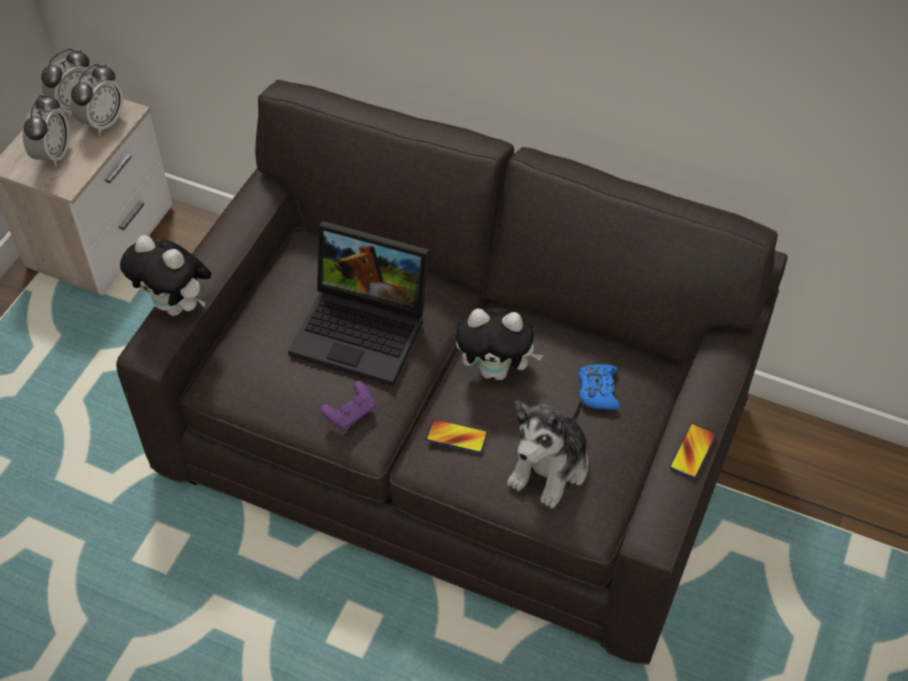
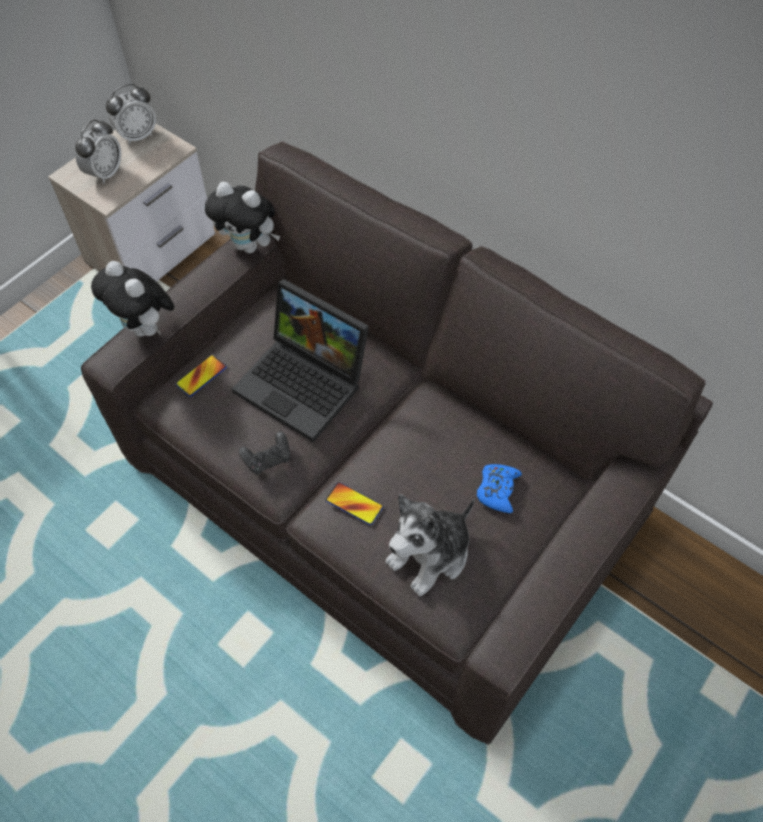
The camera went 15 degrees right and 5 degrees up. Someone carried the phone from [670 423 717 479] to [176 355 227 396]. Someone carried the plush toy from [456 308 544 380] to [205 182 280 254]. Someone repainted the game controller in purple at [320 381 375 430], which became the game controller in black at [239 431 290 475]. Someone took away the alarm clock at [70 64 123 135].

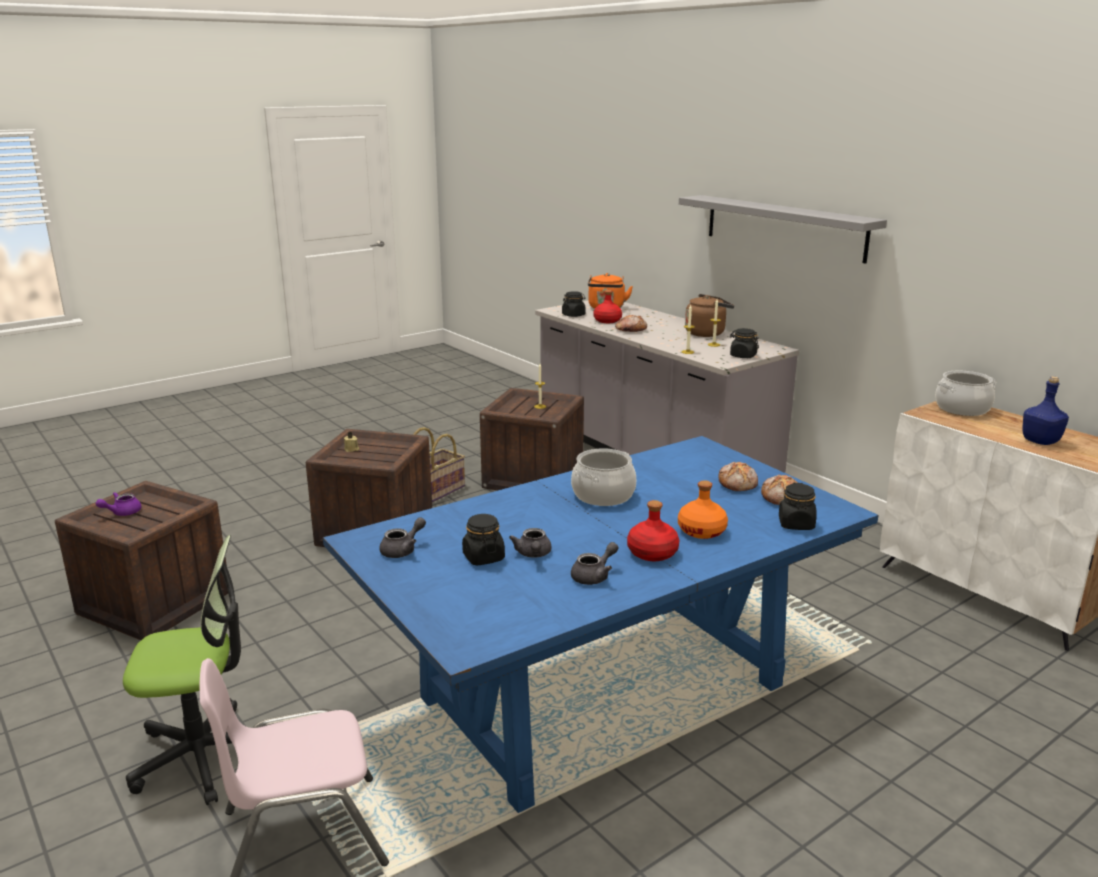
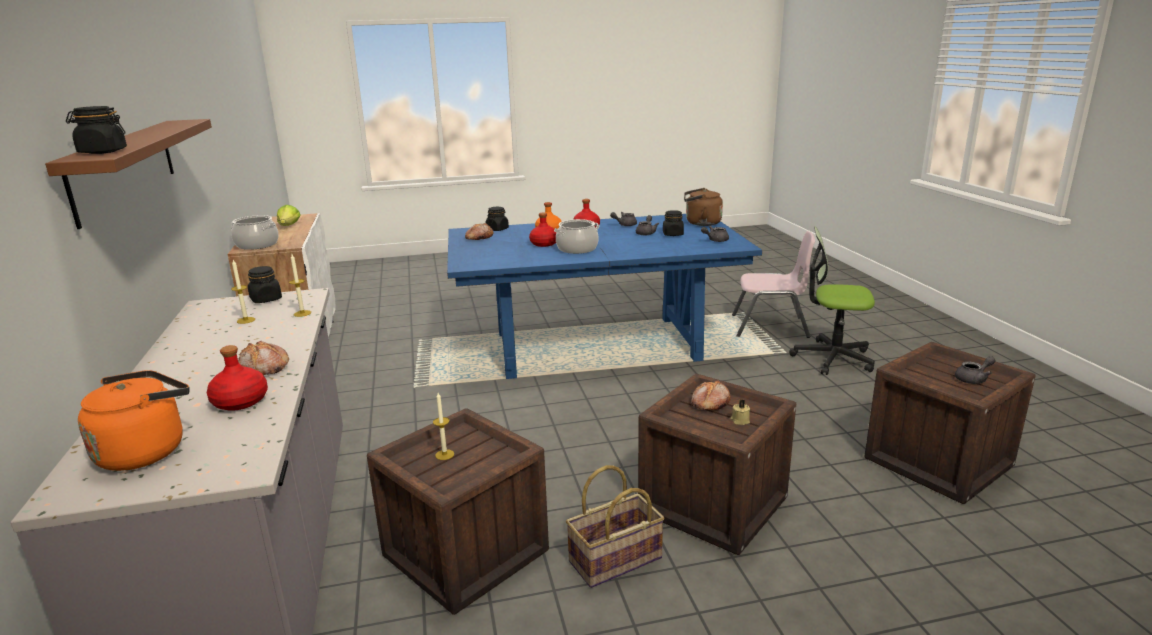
The camera went 155 degrees left and 0 degrees up. Someone repainted the shelf in grey at [679 195 887 264], which became the shelf in brown at [45 119 212 229]. Someone carried the jar in black from [562 291 586 317] to [66 106 127 154]. Someone swapped the bottle in blue at [1022 376 1069 445] for the lettuce at [277 205 300 226]. Someone put down the bottle in red at [529 213 556 247]. Someone carried the kettle in brown from [685 294 734 337] to [684 188 723 226]. Someone carried the bread from [718 462 758 491] to [691 380 731 410]. Someone repainted the teapot in purple at [96 492 142 516], which became the teapot in grey at [955 356 996 384].

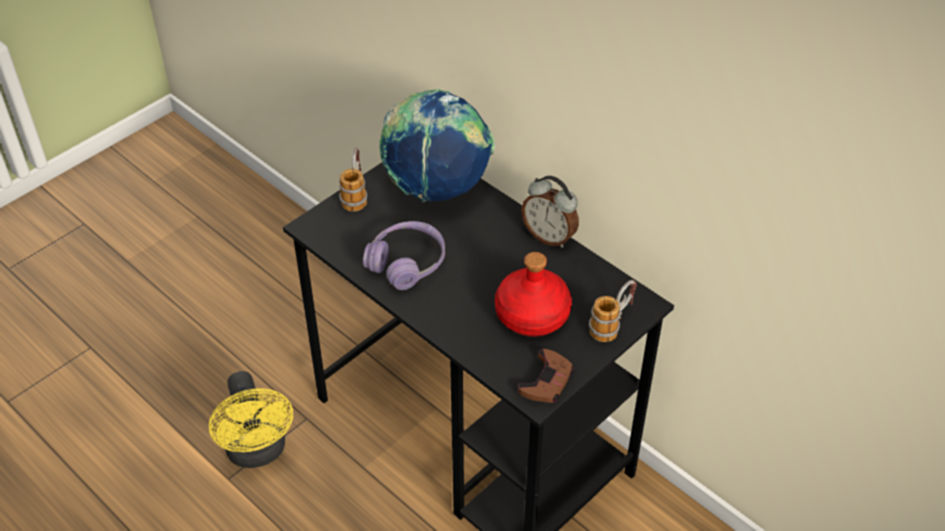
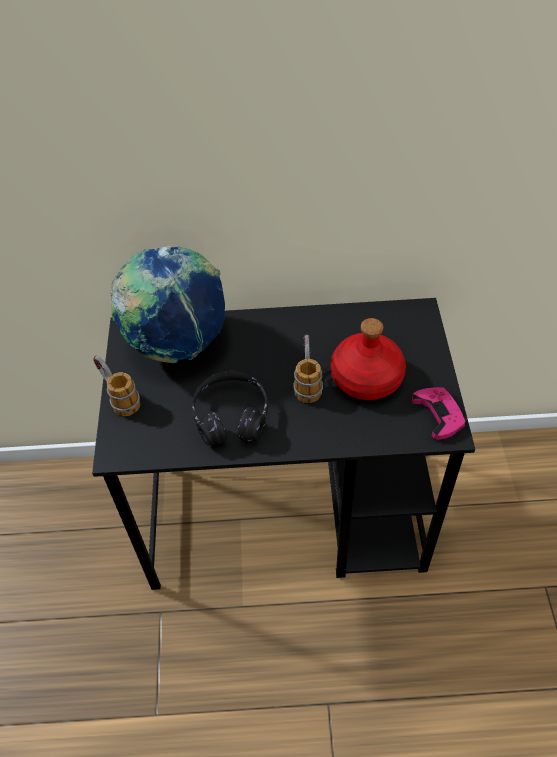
The camera went 45 degrees left and 5 degrees up. Someone repainted the headphones in purple at [363 221 445 290], which became the headphones in black at [192 370 268 446]. Someone carried the mug from [589 280 637 342] to [294 334 323 403]. Someone repainted the game controller in brown at [518 349 574 403], which became the game controller in pink at [411 387 467 440]. Someone took away the fan in yellow at [209 371 293 468]. Someone took away the alarm clock at [521 176 579 248].

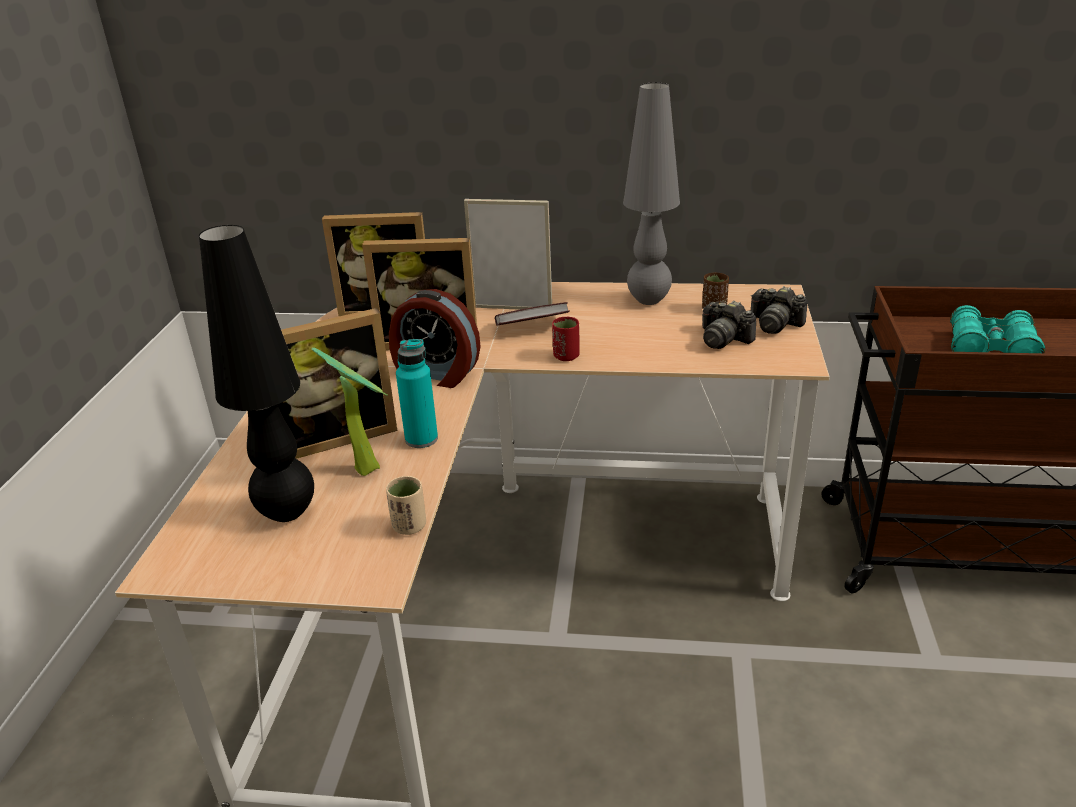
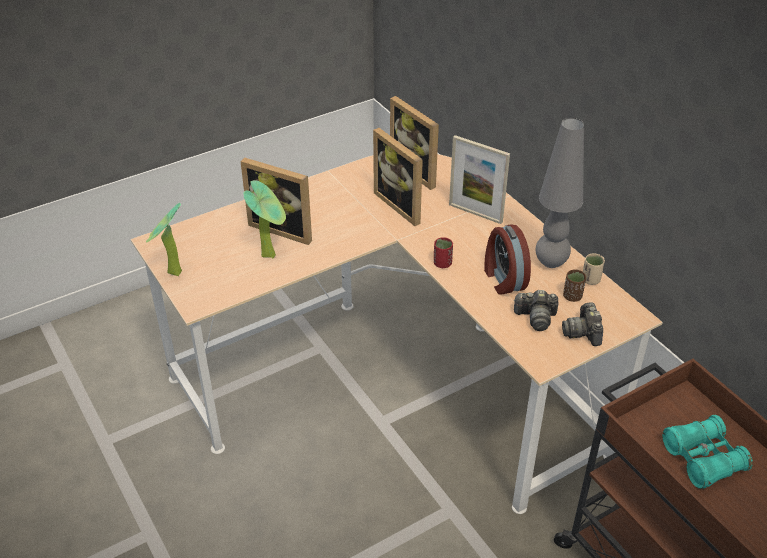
The camera went 50 degrees right and 10 degrees up. Someone put down the potted plant at [146 203 182 276]. Someone rotated the picture frame at [464 199 552 310] by 150 degrees clockwise. Someone carried the alarm clock from [389 289 481 388] to [484 224 531 295]. Someone rotated the photo camera at [702 301 756 349] by 90 degrees counterclockwise. Someone carried the cup in beige from [386 476 426 535] to [583 253 605 285]. Someone took away the table lamp in black at [199 225 314 522]. Someone took away the bottle in turquoise at [396 339 438 448]. Someone took away the book at [495 302 570 325].

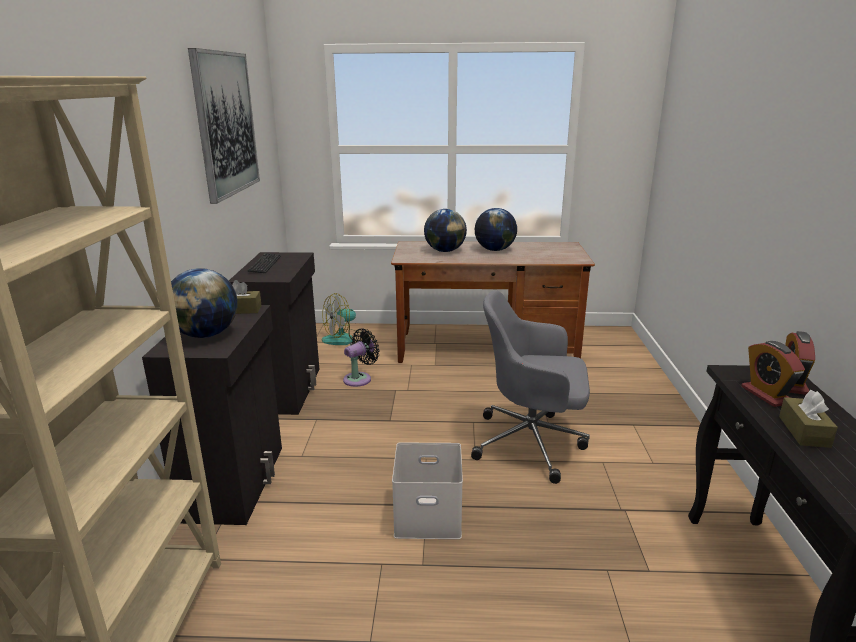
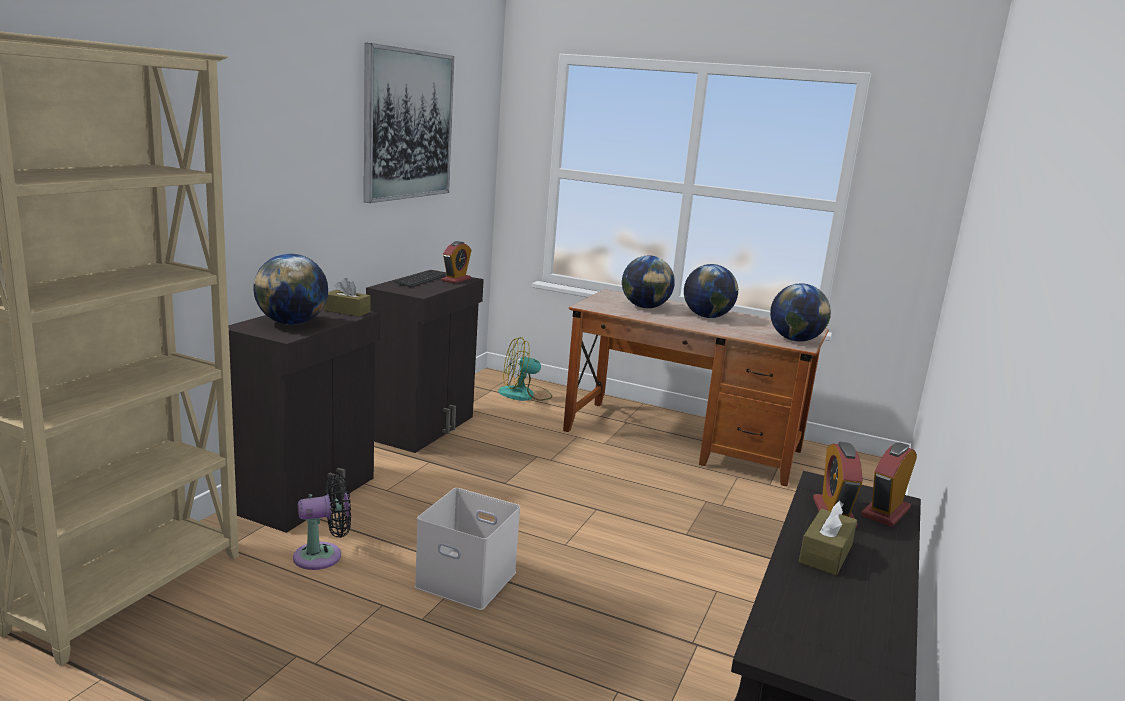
The camera went 20 degrees right and 5 degrees down. Someone carried the fan in black from [343 328 380 387] to [293 474 351 570]. Someone put down the alarm clock at [441 241 472 283]. Someone put down the globe at [770 283 831 342]. Someone took away the office chair in grey at [471 290 590 484].

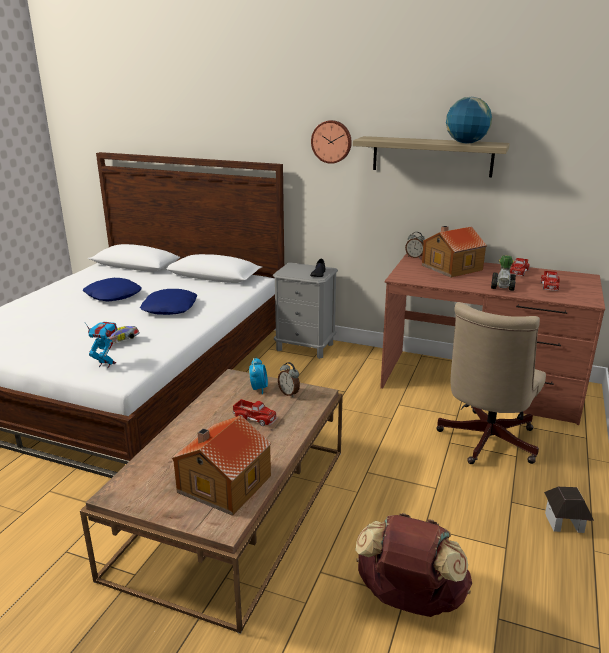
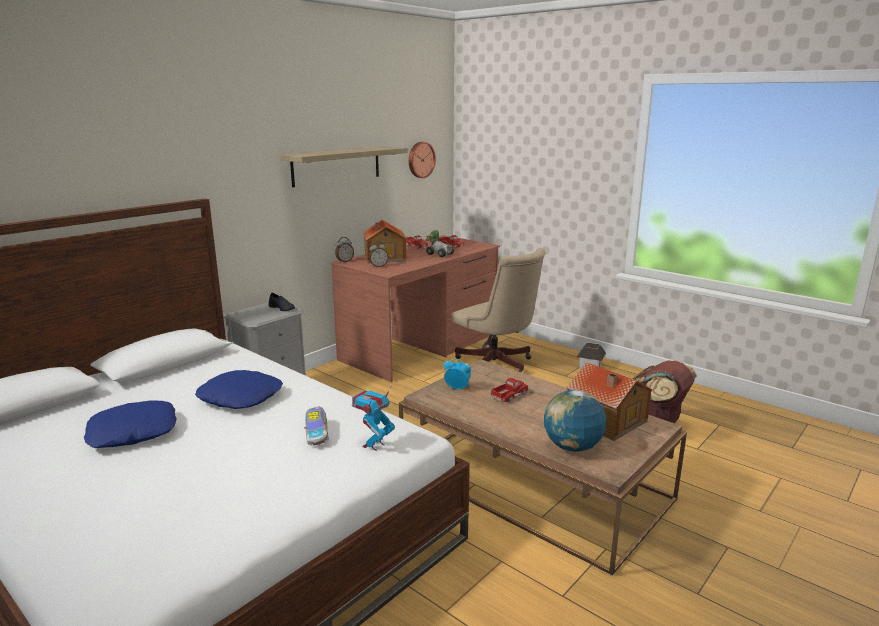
The camera went 70 degrees left and 5 degrees down. Someone carried the alarm clock from [278 362 300 397] to [369 241 389 268]. Someone carried the wall clock from [311 120 352 164] to [409 142 436 178]. Someone carried the globe from [446 97 492 144] to [544 389 606 452].

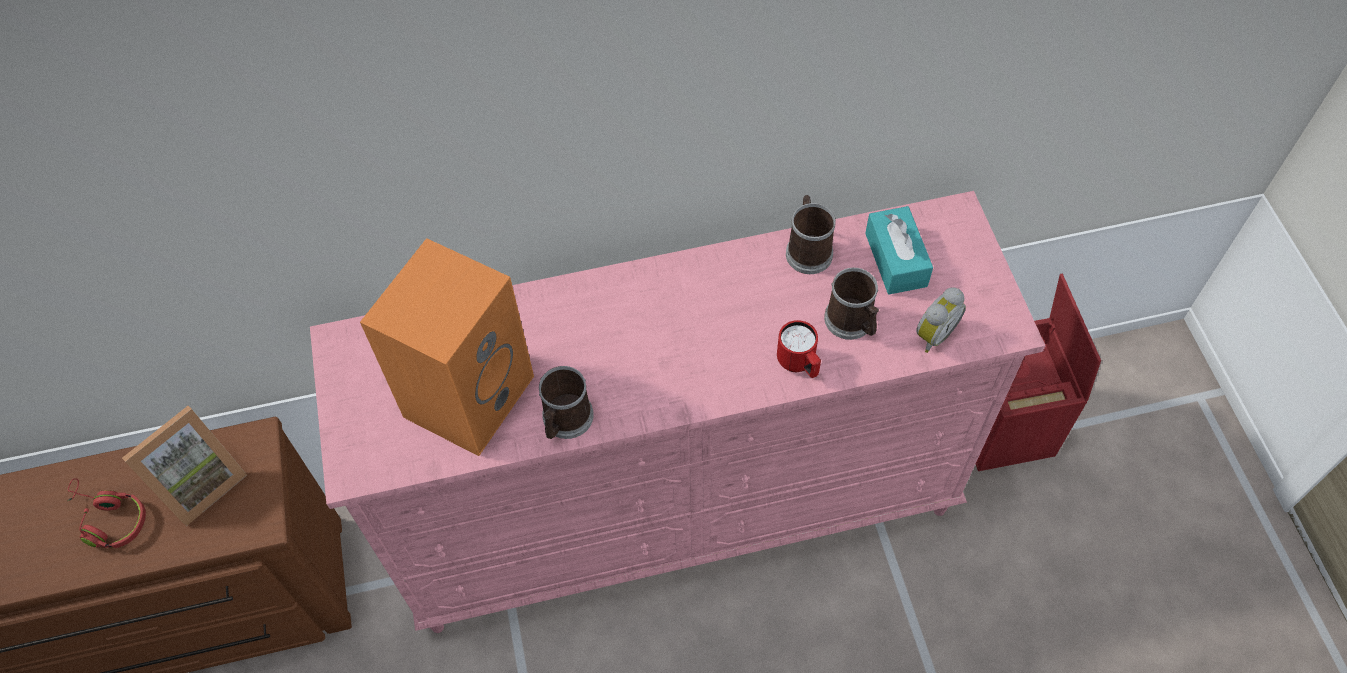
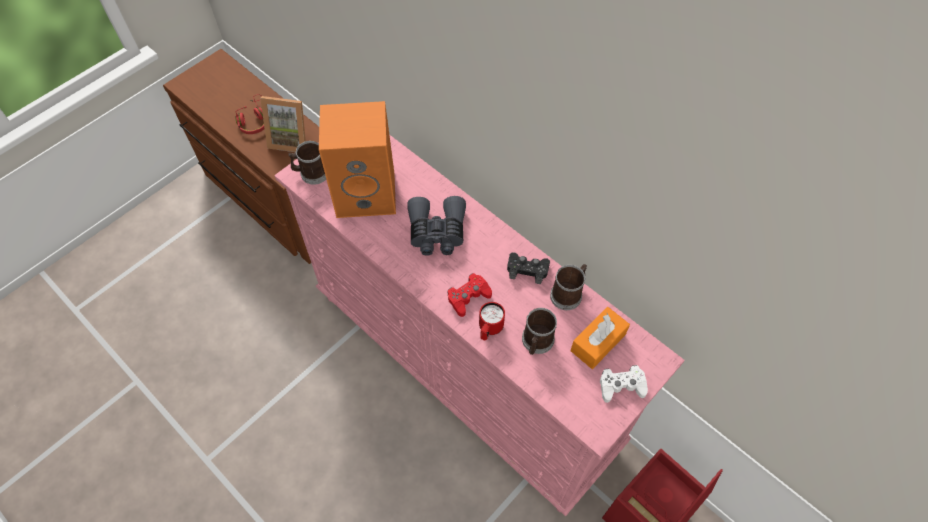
The camera went 55 degrees right and 0 degrees up. Someone carried the mug from [539 366 594 439] to [288 141 326 185]. Someone put down the binoculars in grey at [407 196 466 256]. Someone put down the game controller in red at [448 273 492 317]. Someone put down the game controller in black at [507 252 550 284]. Someone repainted the tissue box in turquoise at [865 206 933 294], which became the tissue box in orange at [571 307 630 369]. Someone put down the game controller in white at [600 365 648 403]. Someone took away the alarm clock at [916 287 966 353].

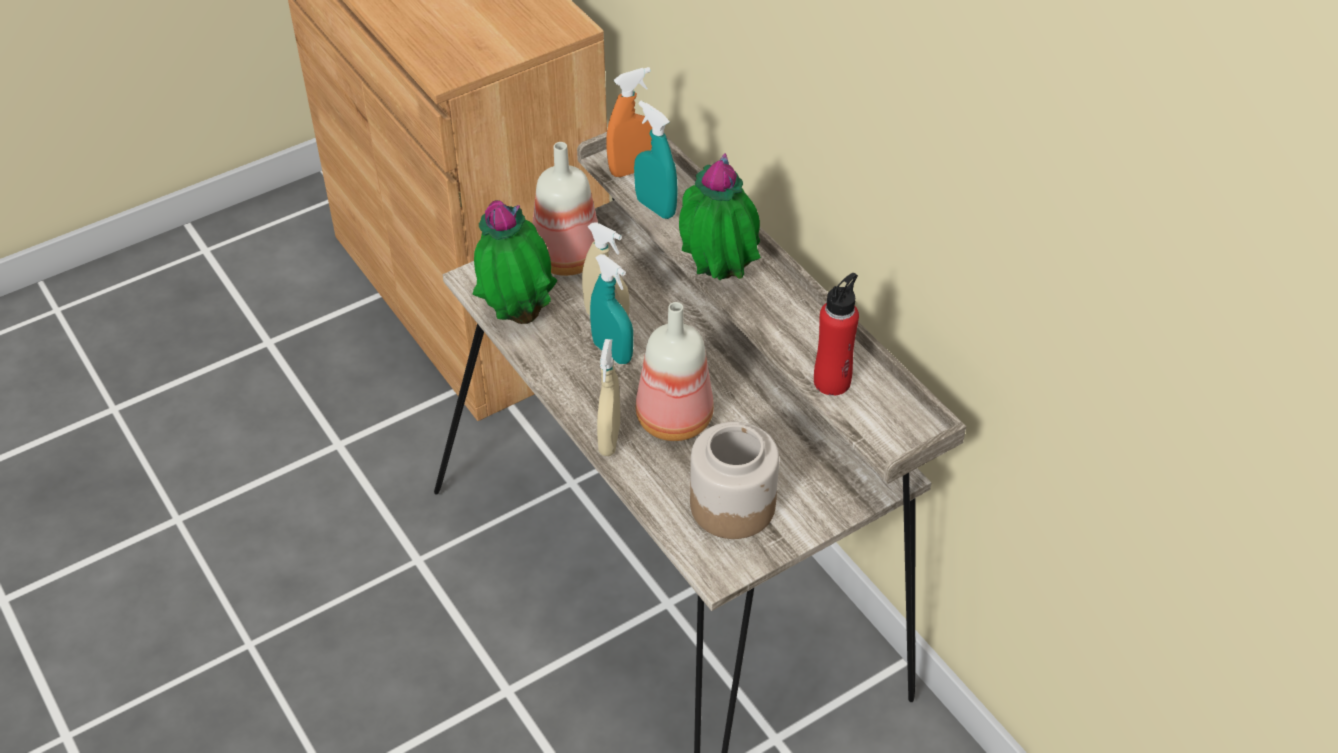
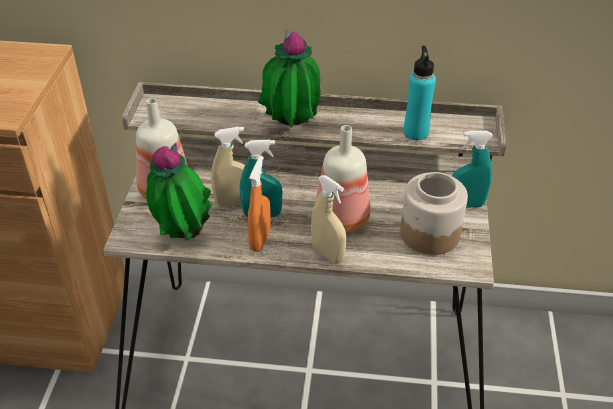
The camera went 50 degrees left and 5 degrees down. Someone carried the spray bottle in orange from [606 67 652 177] to [248 156 271 252]. Someone repainted the bottle in red at [814 273 859 396], which became the bottle in turquoise at [404 46 436 141]. Someone carried the spray bottle in turquoise from [634 101 678 219] to [452 131 493 208].

